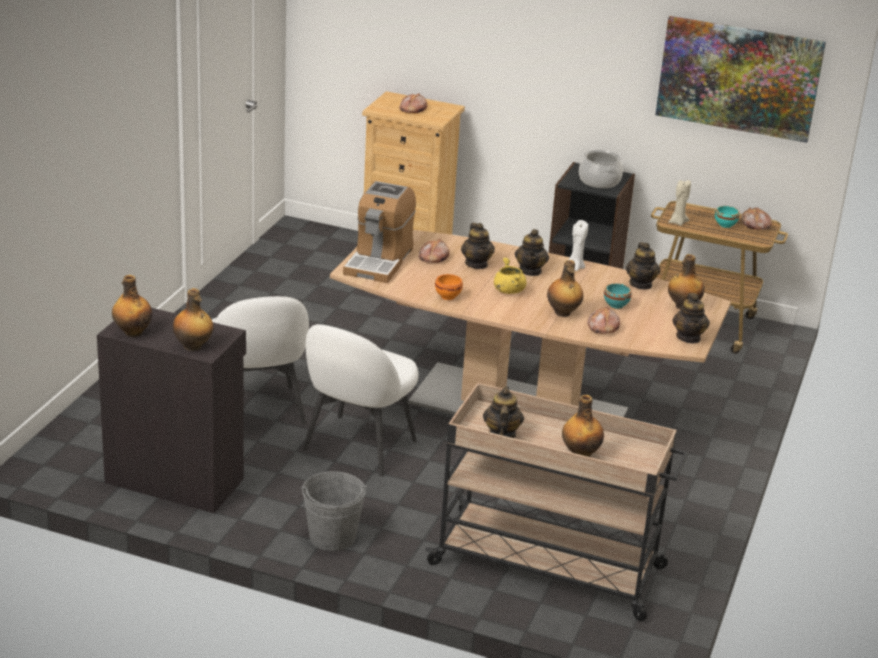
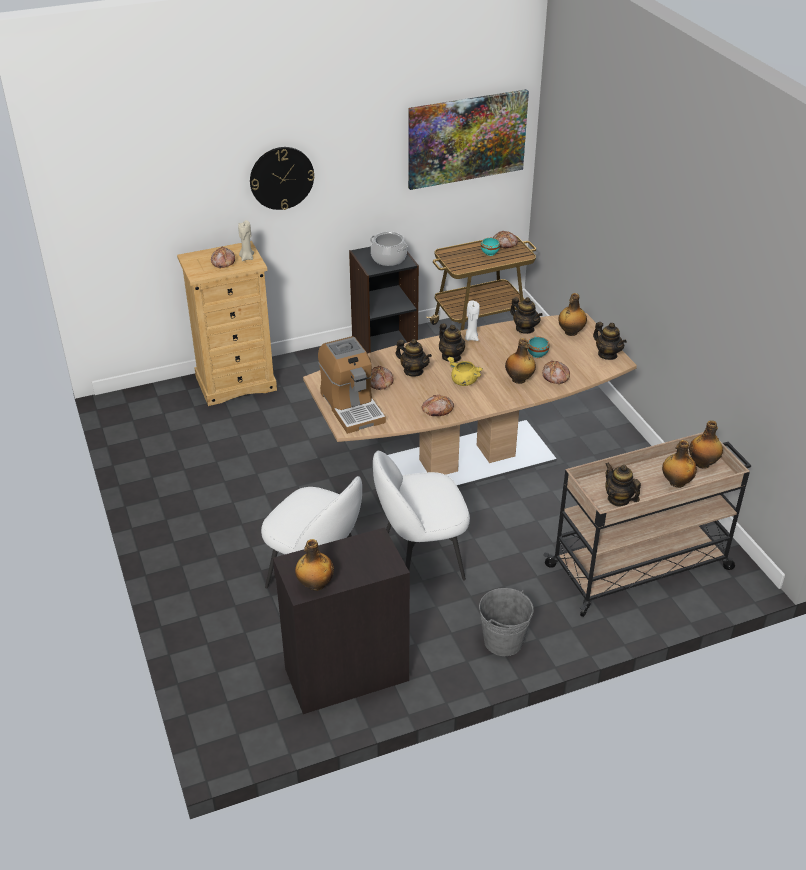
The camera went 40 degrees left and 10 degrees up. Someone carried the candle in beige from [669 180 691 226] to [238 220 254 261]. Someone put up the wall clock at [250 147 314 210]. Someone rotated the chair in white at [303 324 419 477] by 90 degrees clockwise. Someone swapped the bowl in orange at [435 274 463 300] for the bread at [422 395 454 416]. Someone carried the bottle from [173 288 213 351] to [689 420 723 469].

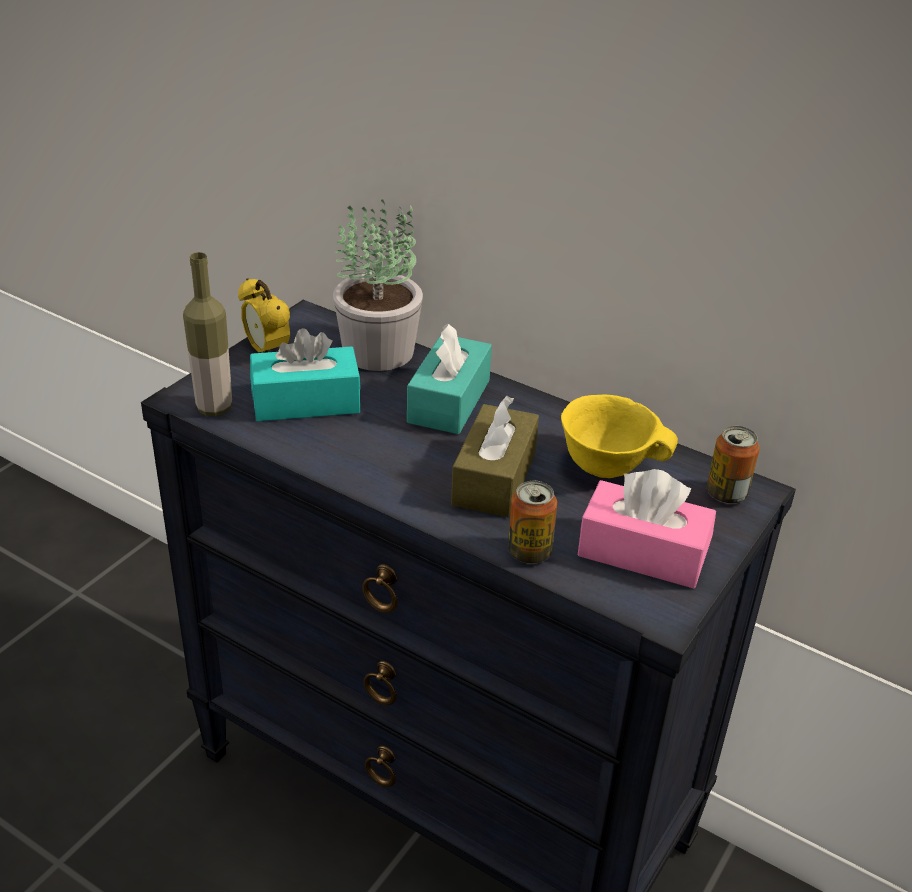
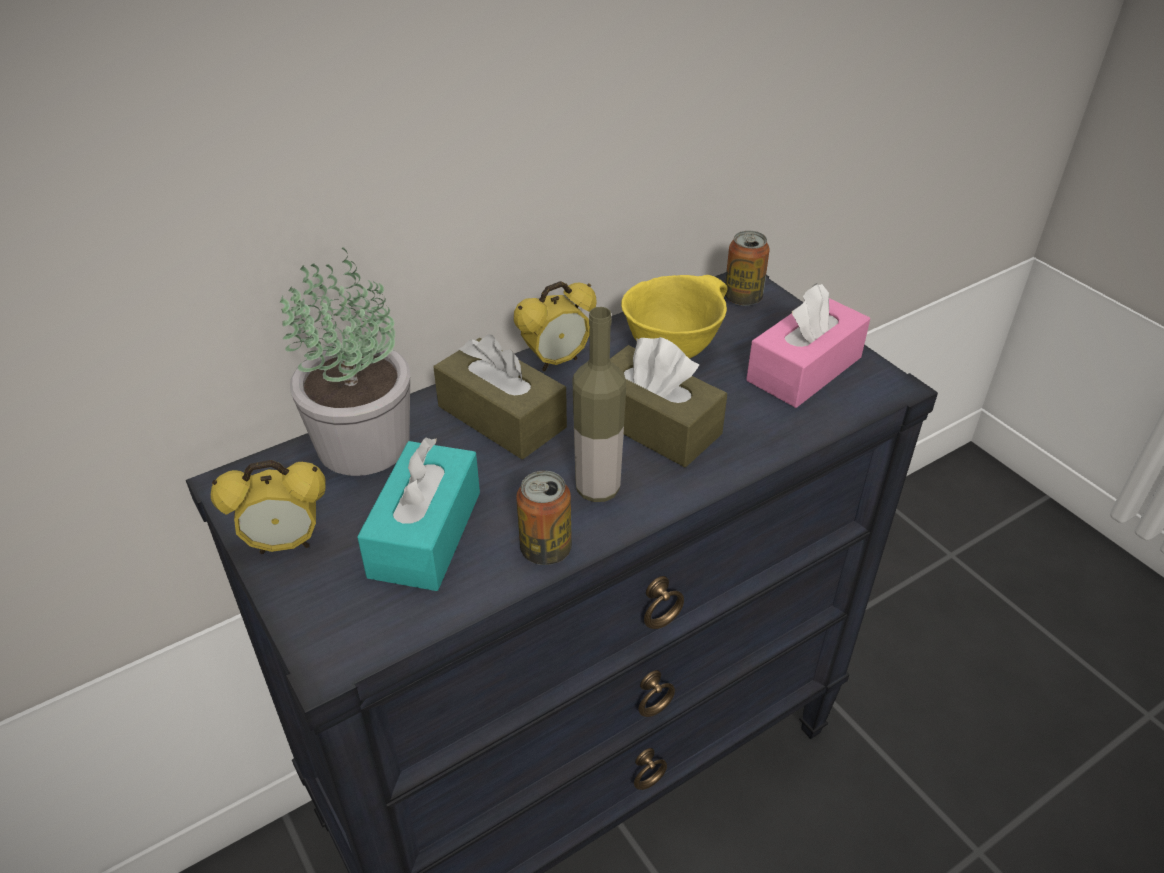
The camera went 65 degrees left and 5 degrees up. Someone repainted the tissue box in turquoise at [407 324 492 434], which became the tissue box in brown at [434 334 567 459]. Someone put down the alarm clock at [514 281 597 371]. Someone carried the can from [508 481 557 564] to [516 471 572 565]. Someone carried the bottle from [183 252 232 416] to [572 307 626 502].

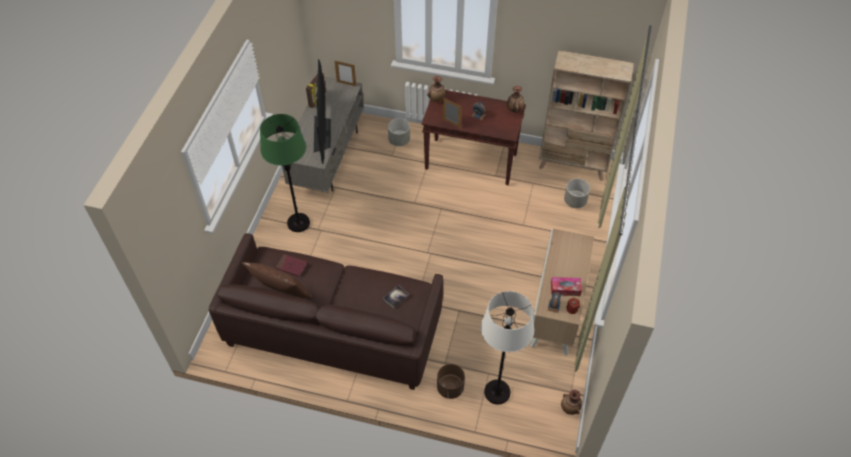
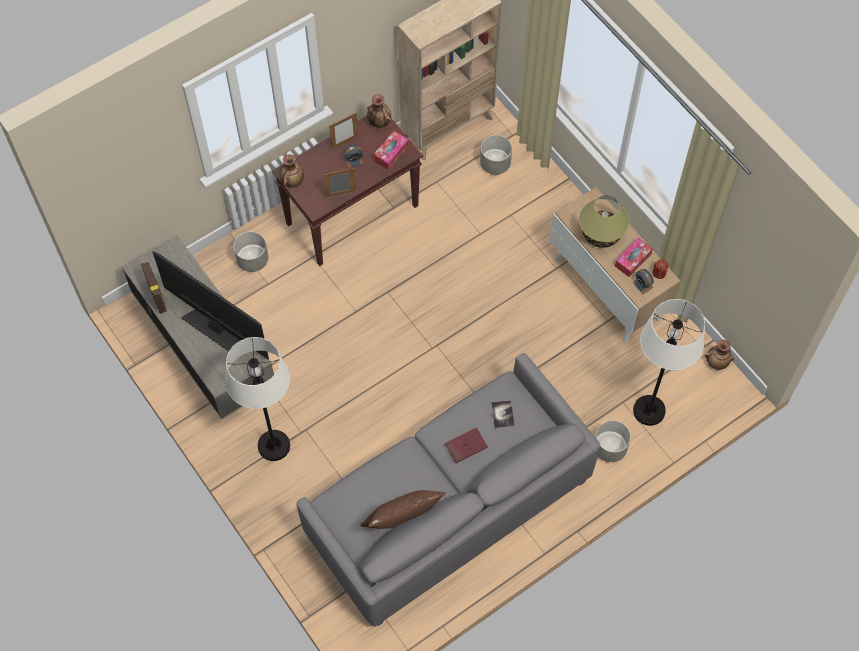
The camera went 50 degrees left and 10 degrees up. Someone repainted the floor lamp in green at [260 114 310 232], which became the floor lamp in white at [225 337 290 461]. Someone repainted the sofa in brown at [209 233 443 390], which became the sofa in grey at [296 353 601 627]. Someone carried the picture frame from [335 61 356 86] to [329 112 358 149]. Someone put down the tissue box at [373 131 409 170]. Someone carried the book in red from [276 254 307 277] to [445 427 488 463]. Someone put down the table lamp at [579 195 629 248]. Someone repainted the planter in brown at [437 364 465 399], which became the planter in grey at [595 420 631 462].

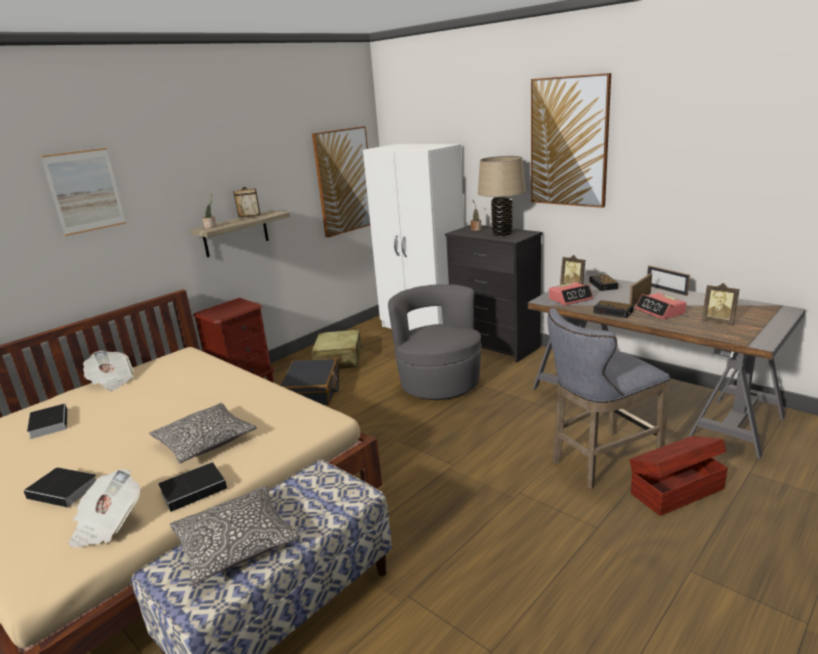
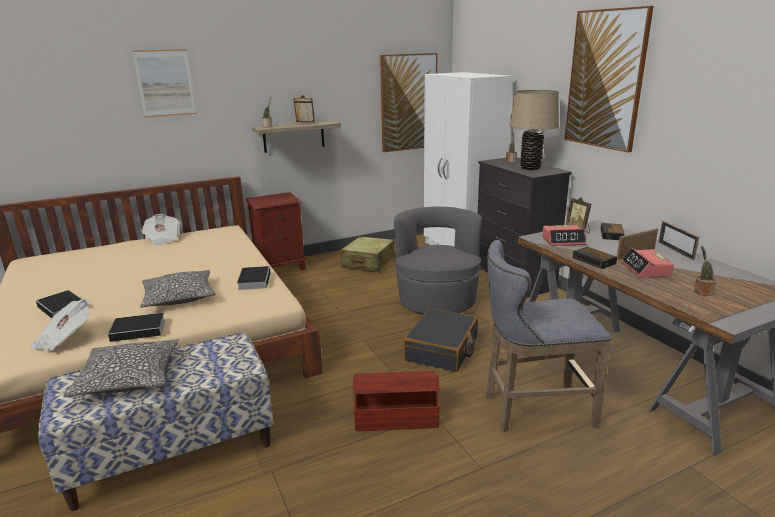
The camera went 20 degrees right and 0 degrees up. Someone carried the book from [27 404 67 439] to [237 266 271 290]. Someone carried the storage box in brown from [629 436 728 516] to [353 371 440 431]. Someone carried the suitcase in black from [280 358 339 406] to [404 308 478 372]. Someone swapped the picture frame at [702 283 739 325] for the potted plant at [694 246 716 296].

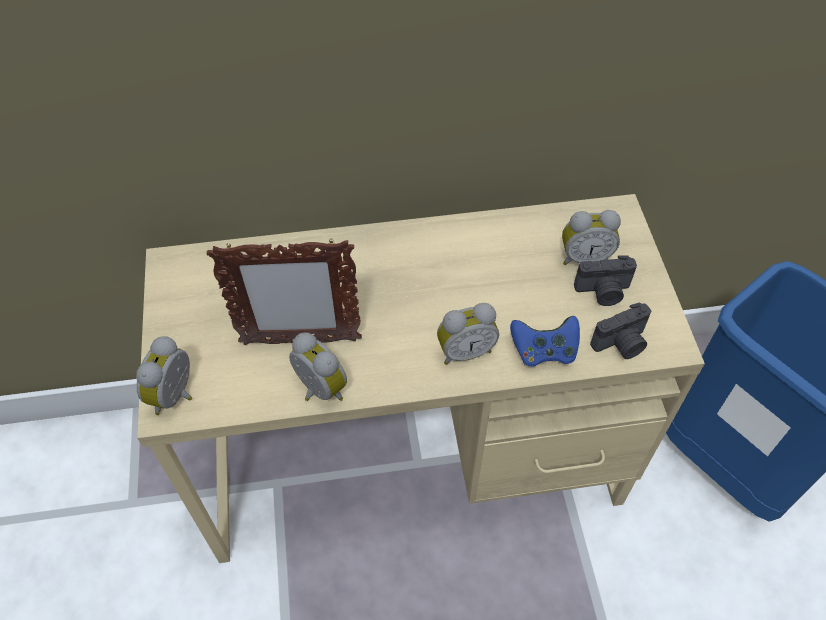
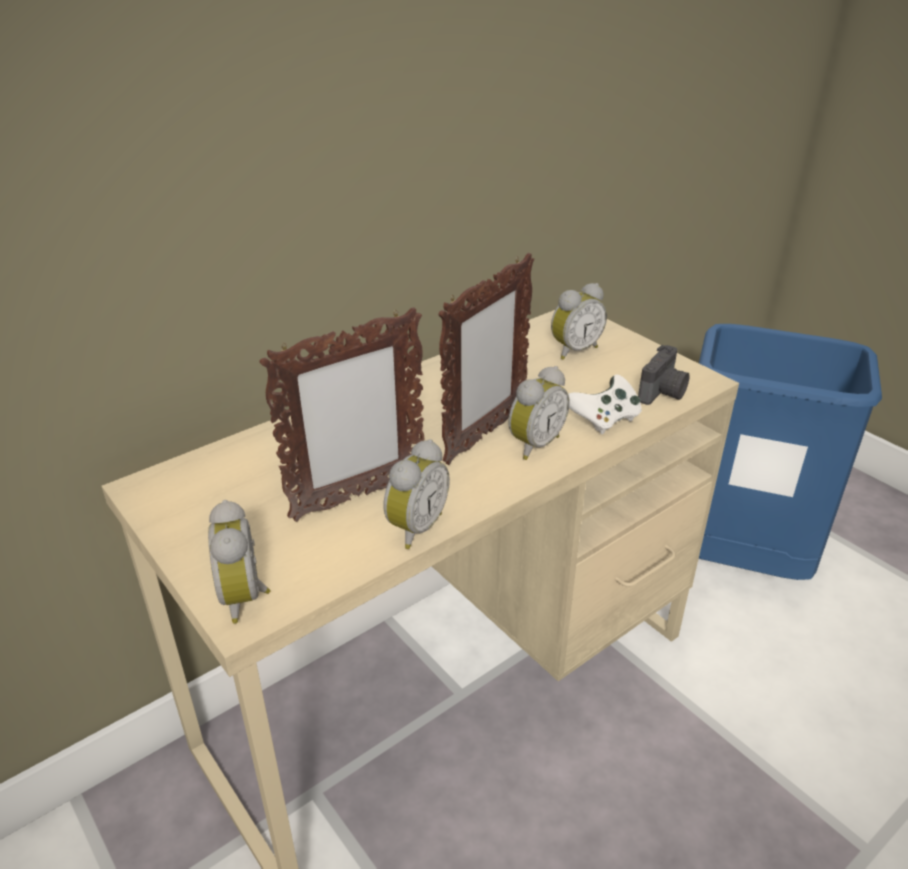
The camera went 30 degrees left and 20 degrees down. Someone rotated the alarm clock at [289 332 347 401] by 105 degrees clockwise. Someone put down the picture frame at [438 253 534 465]. Someone repainted the game controller in blue at [510 316 580 367], which became the game controller in white at [568 375 642 434]. Someone took away the photo camera at [574 255 637 306].

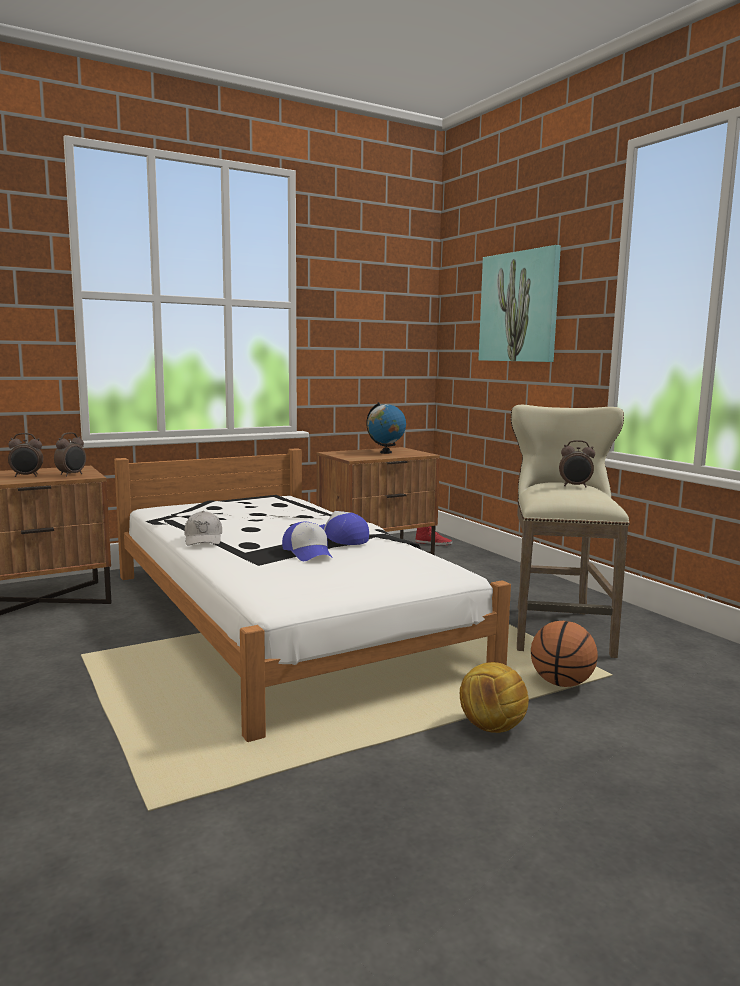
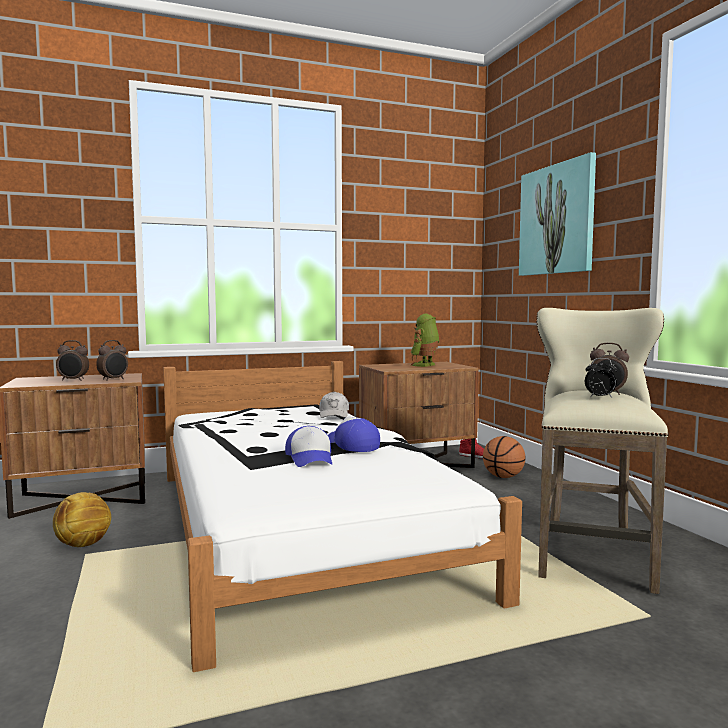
The camera went 10 degrees right and 5 degrees down. Someone carried the football from [460 662 529 733] to [53 492 111 547]. Someone carried the cap in white from [184 511 222 546] to [319 391 349 418]. Someone swapped the globe at [366 402 406 454] for the toy robot at [411 314 439 367]. Someone carried the basketball from [531 621 598 687] to [483 436 526 478]. Someone put down the alarm clock at [585 358 618 398].

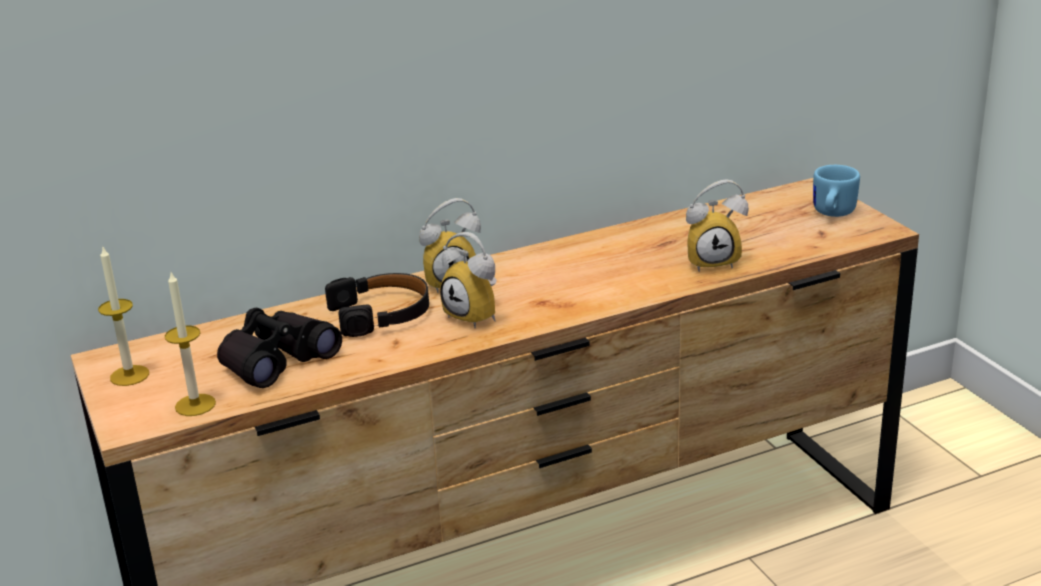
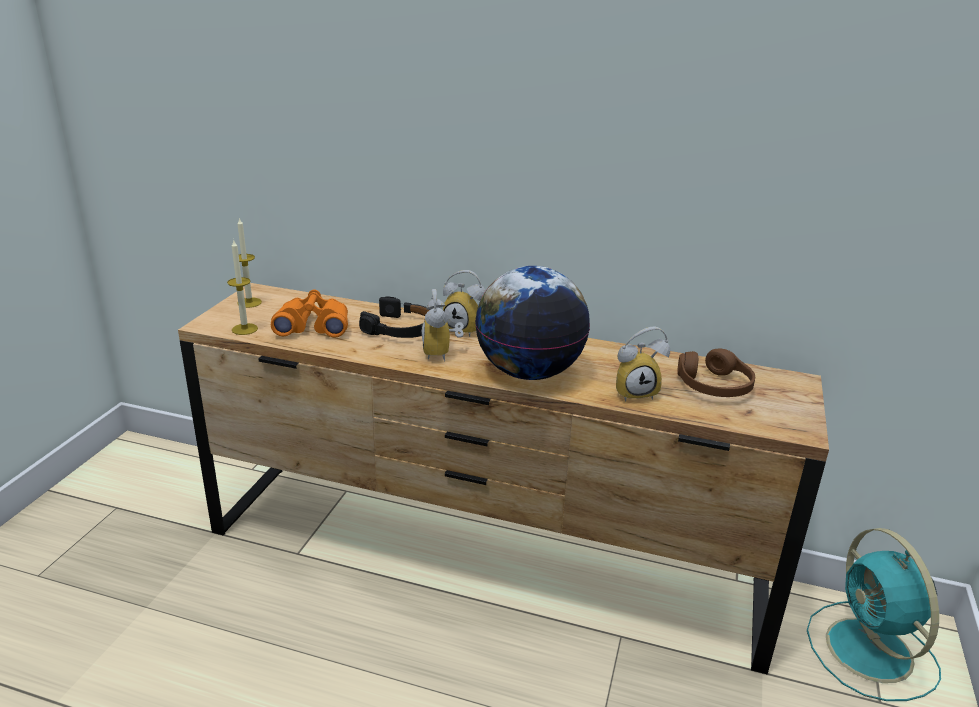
The camera went 40 degrees right and 0 degrees up. Someone repainted the binoculars in black at [217 308 342 388], which became the binoculars in orange at [271 290 348 338]. Someone put down the globe at [475 266 590 380]. Someone rotated the alarm clock at [686 179 749 272] by 45 degrees counterclockwise. Someone put down the headphones in brown at [677 348 755 397]. Someone put down the fan in turquoise at [807 528 941 701]. Someone took away the mug in blue at [813 165 860 217].

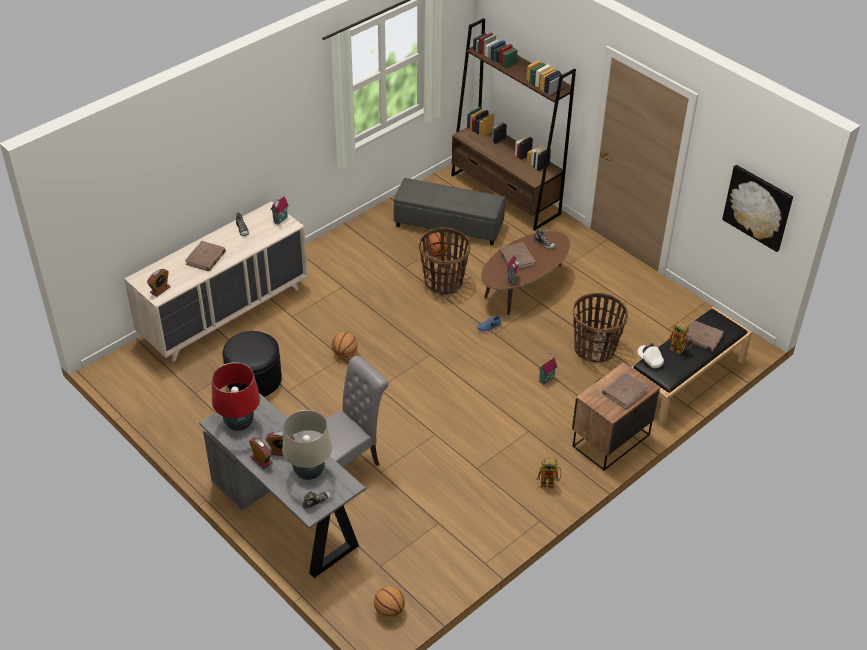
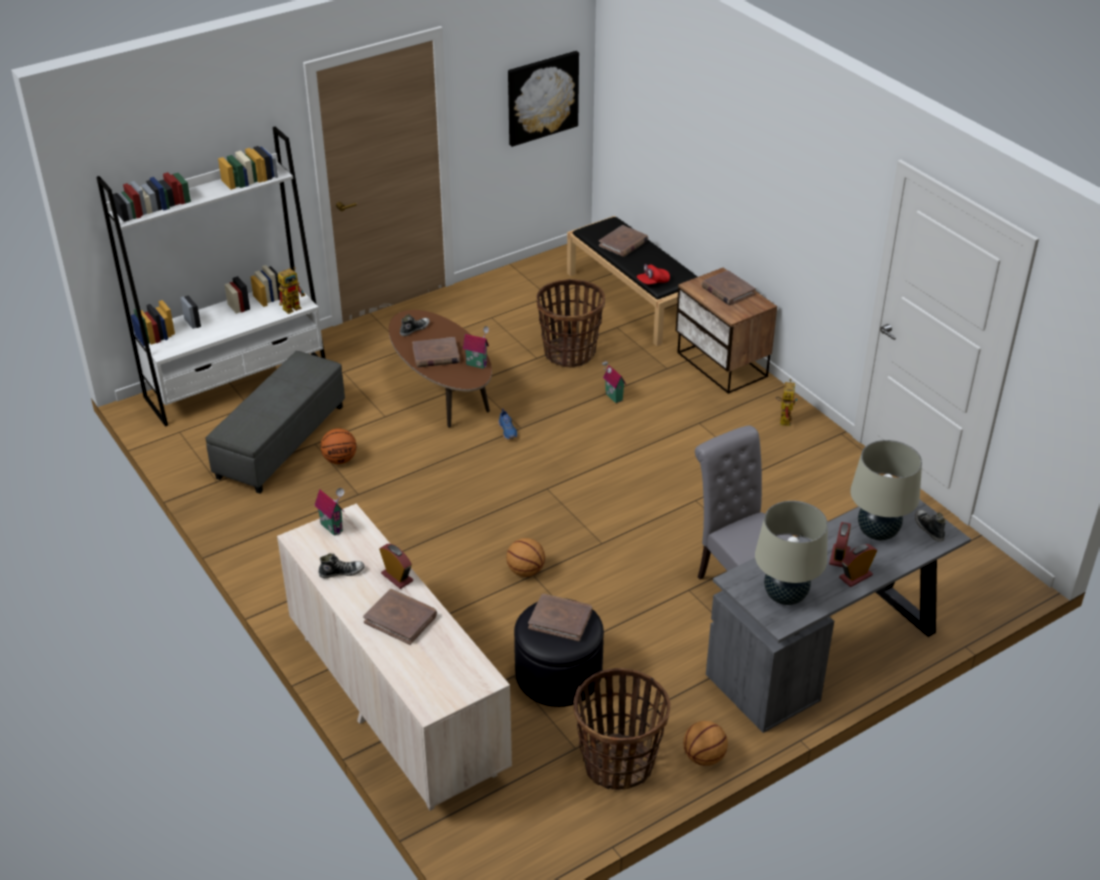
The camera went 80 degrees left and 5 degrees down. Someone repainted the bookcase in brown at [451 18 576 231], which became the bookcase in white at [96 127 326 427]. Someone carried the toy robot from [668 320 694 354] to [278 267 305 314]. Someone carried the alarm clock from [147 269 170 297] to [379 544 413 589]. Someone put down the book in brown at [528 593 592 641]. Someone carried the basket from [419 227 471 295] to [574 668 670 790]. Someone repainted the cap in white at [638 343 664 368], which became the cap in red at [637 264 670 285]. Someone carried the basketball from [374 586 405 618] to [683 721 728 766]. Someone repainted the table lamp in red at [212 362 260 431], which became the table lamp in beige at [755 501 828 605].

